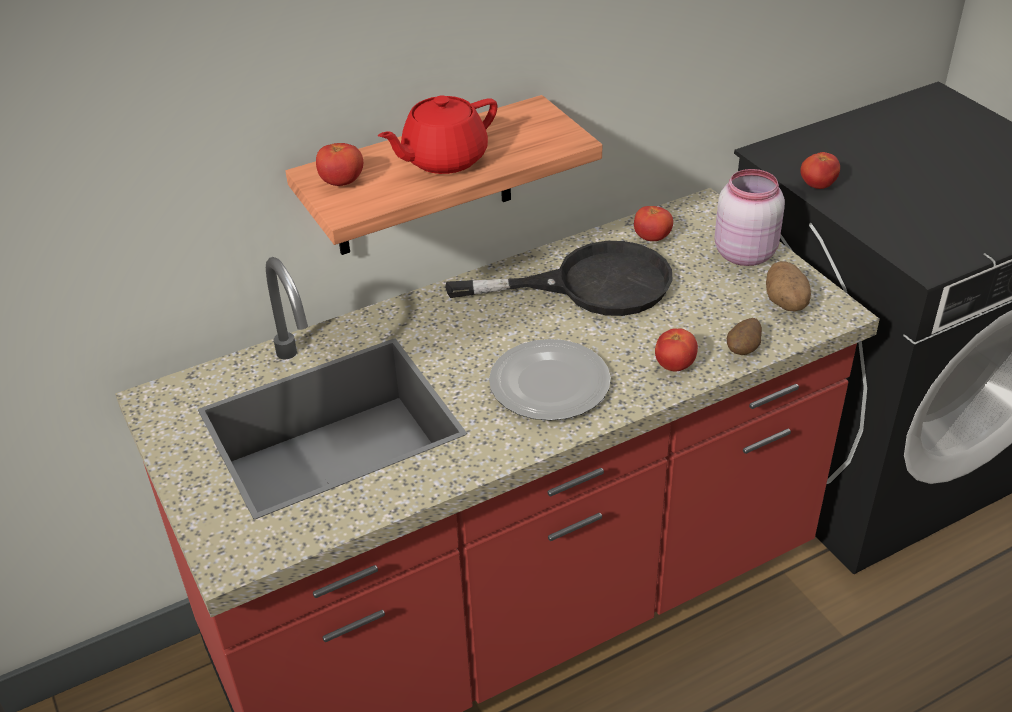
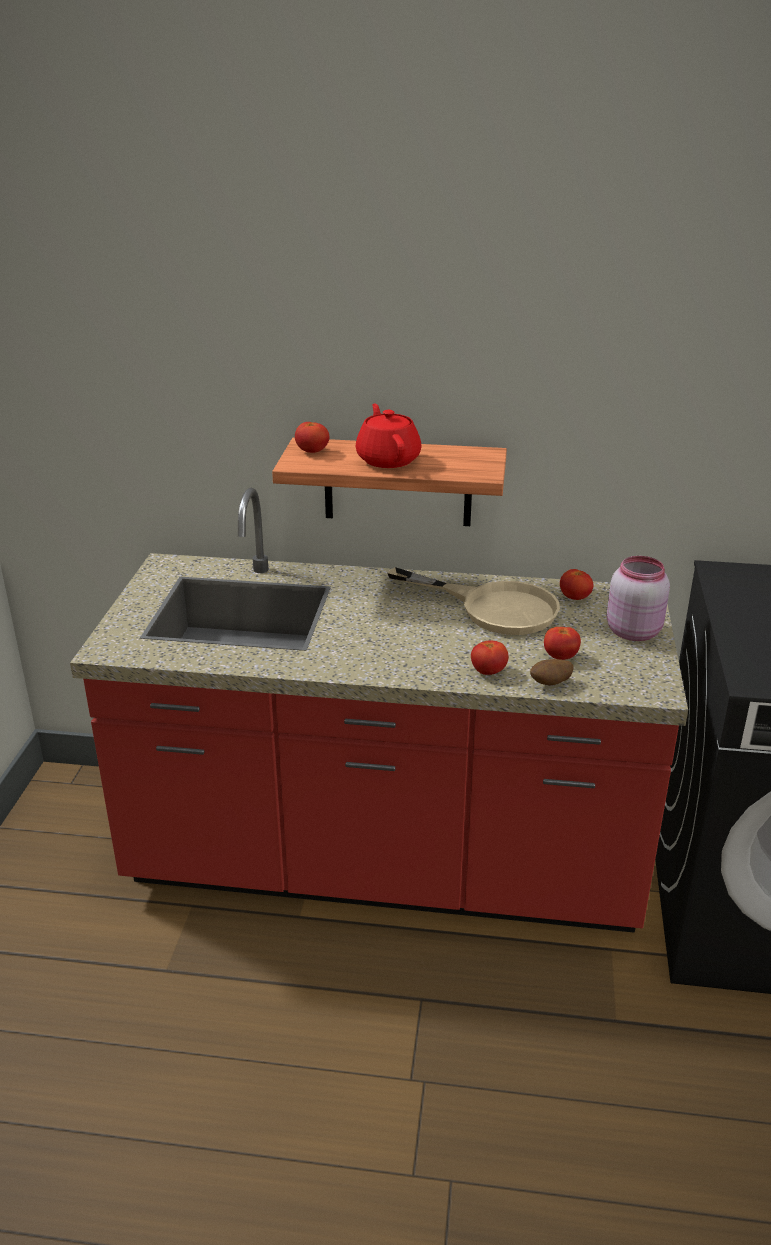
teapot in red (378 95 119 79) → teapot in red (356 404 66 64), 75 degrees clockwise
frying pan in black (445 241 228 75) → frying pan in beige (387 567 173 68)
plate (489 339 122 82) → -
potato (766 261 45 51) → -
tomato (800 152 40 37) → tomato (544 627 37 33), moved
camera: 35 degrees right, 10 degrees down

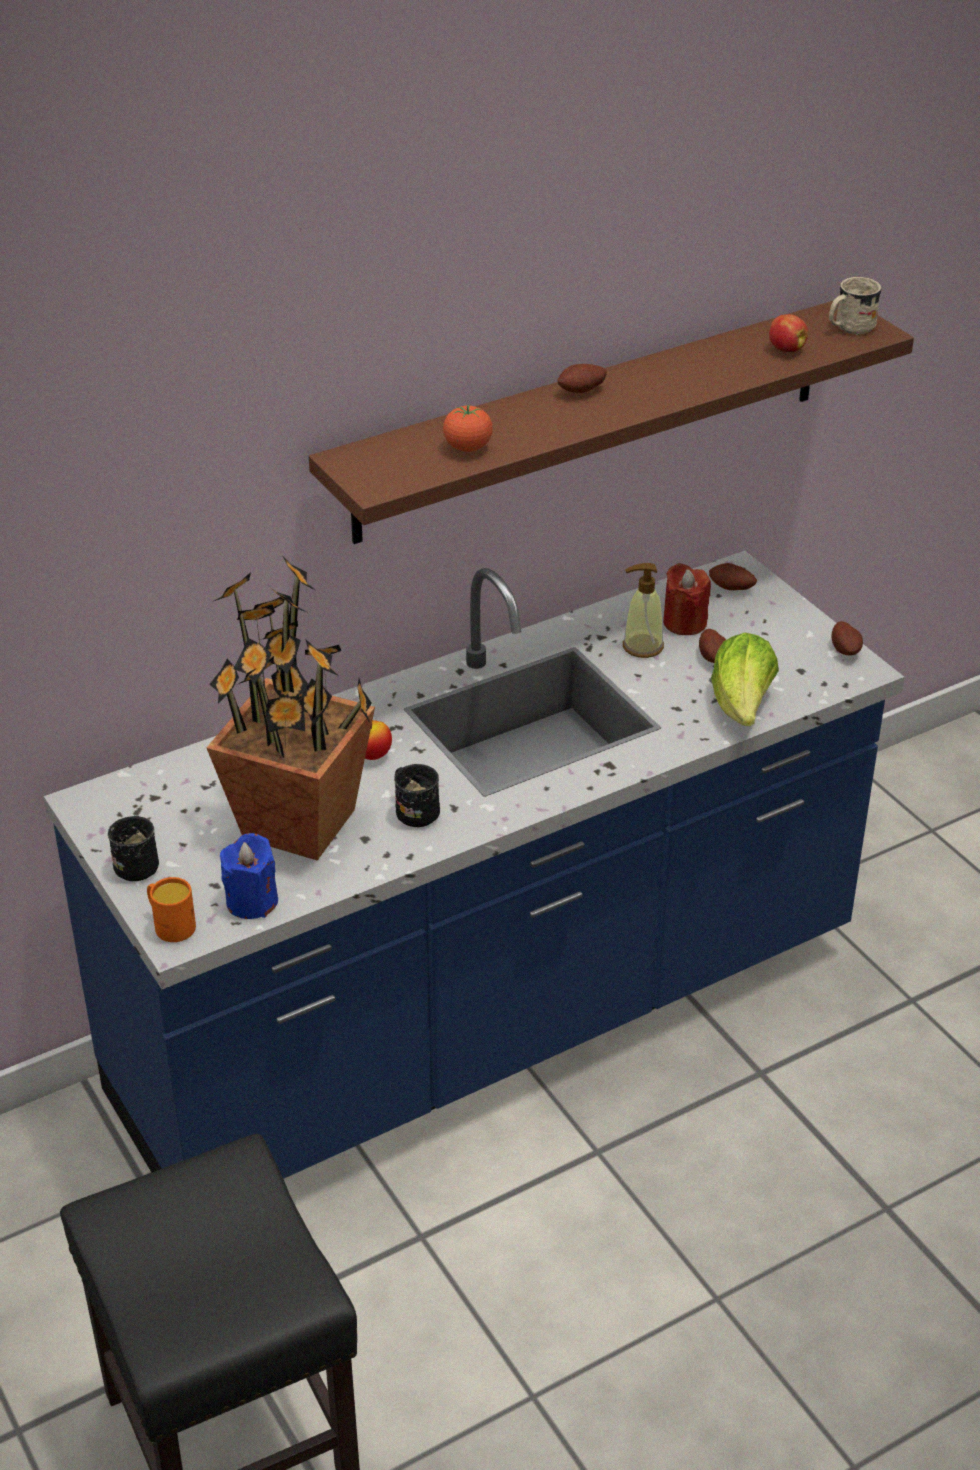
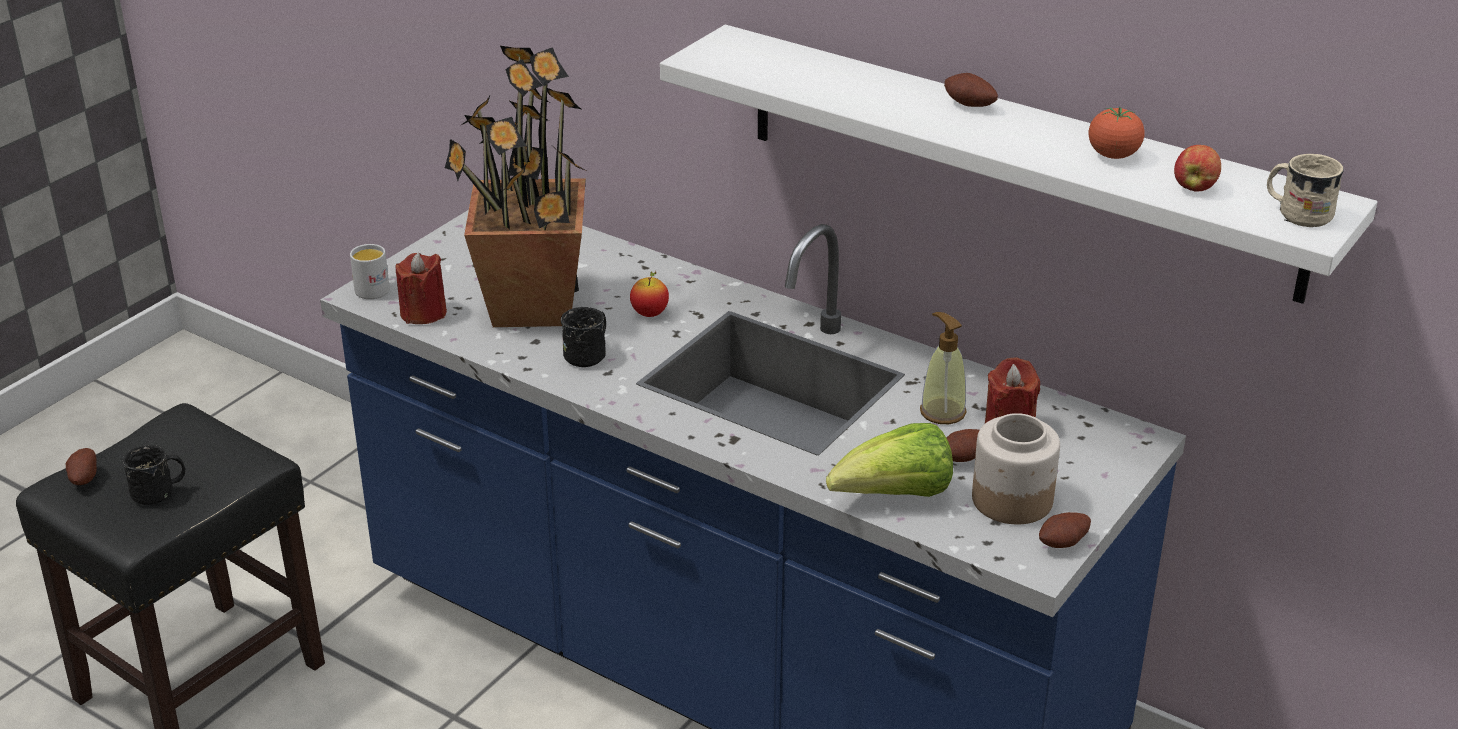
mug in black (108 816 51 65) → mug in black (123 445 62 60), moved
mug in orange (147 877 49 65) → mug in white (350 244 40 55)
candle in blue (220 833 58 86) → candle in red (396 252 51 72)
shelf in brown (309 300 605 244) → shelf in white (660 25 717 279)
tomato (443 404 50 48) → tomato (1089 107 56 52), moved
potato (709 563 48 27) → potato (66 448 31 37), moved
- → jar (972 413 88 111)
camera: 65 degrees right, 5 degrees down

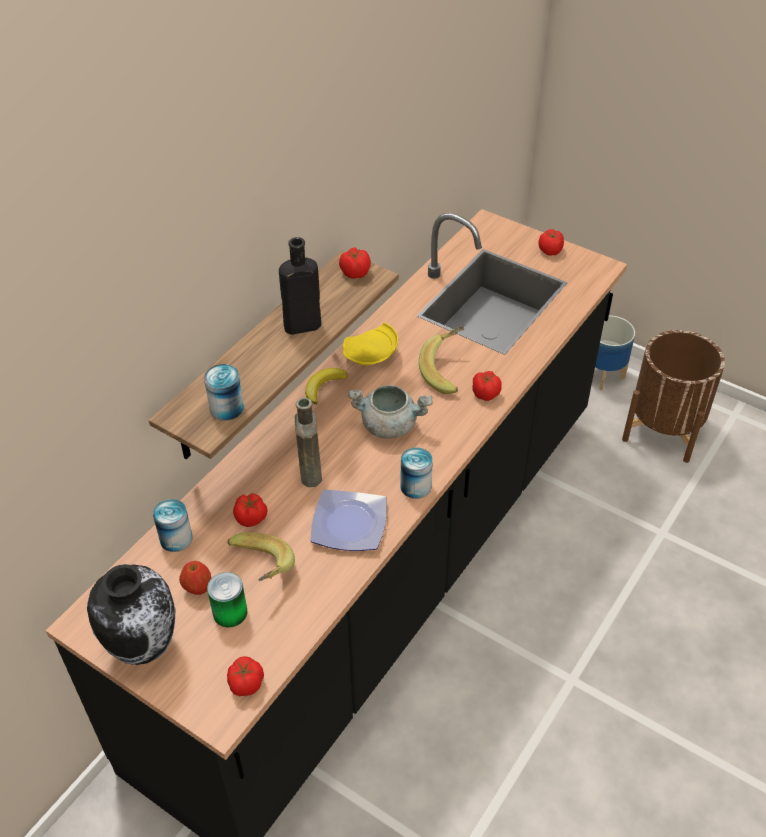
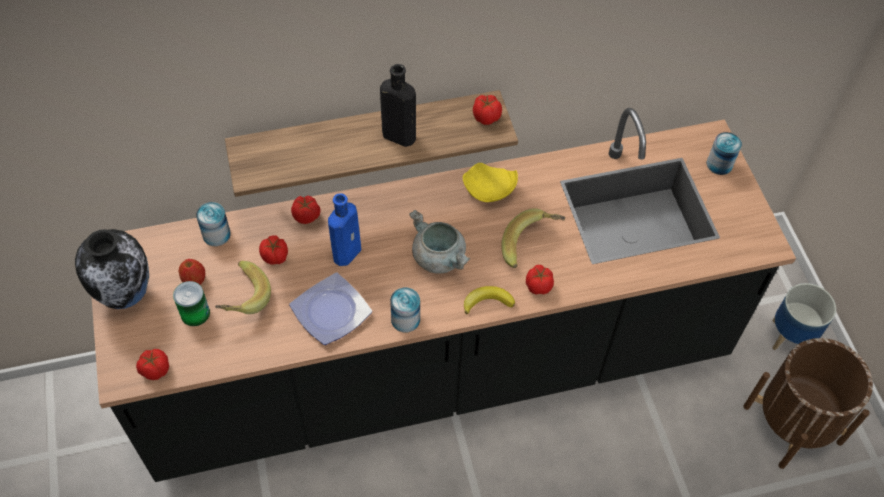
can (204 364 40 57) → can (707 132 35 43), moved
bottle in brown (295 398 27 89) → bottle in blue (328 193 33 73)
banana (305 368 42 37) → banana (464 286 51 29), moved
tomato (538 229 26 27) → tomato (291 195 30 29), moved
camera: 40 degrees right, 10 degrees up

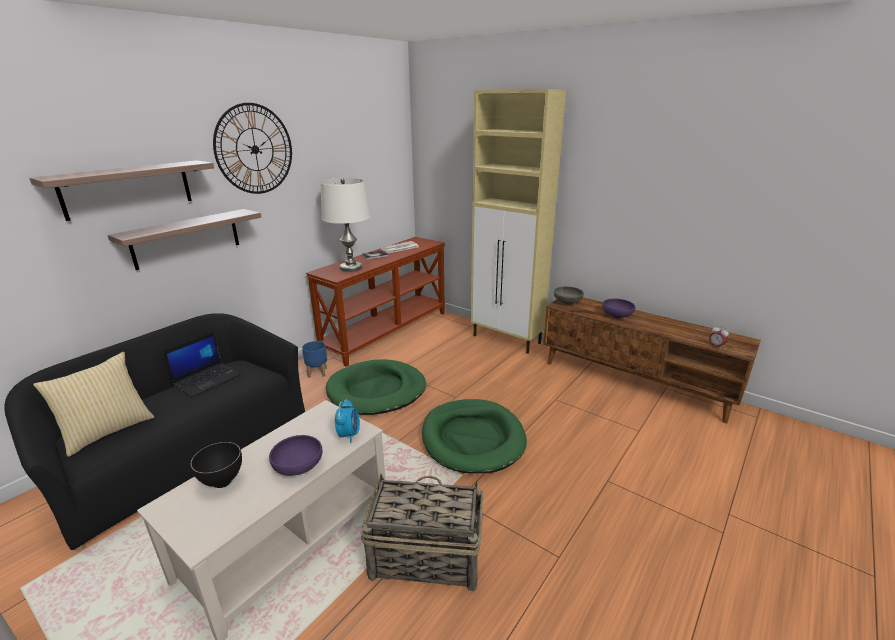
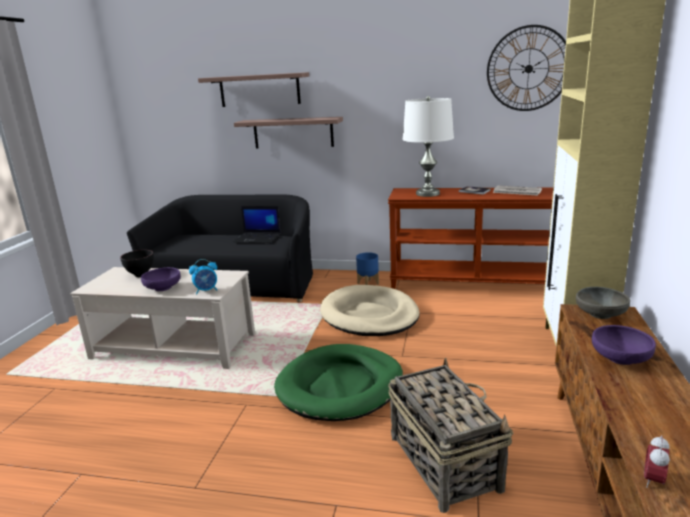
pillow (33 352 121 105) → -
wall clock (213 103 79 91) → wall clock (487 25 79 86), moved
dog bed in green (326 359 100 56) → dog bed in beige (320 285 100 51)
basket (361 474 122 117) → basket (388 358 126 155), moved
camera: 65 degrees right, 5 degrees down

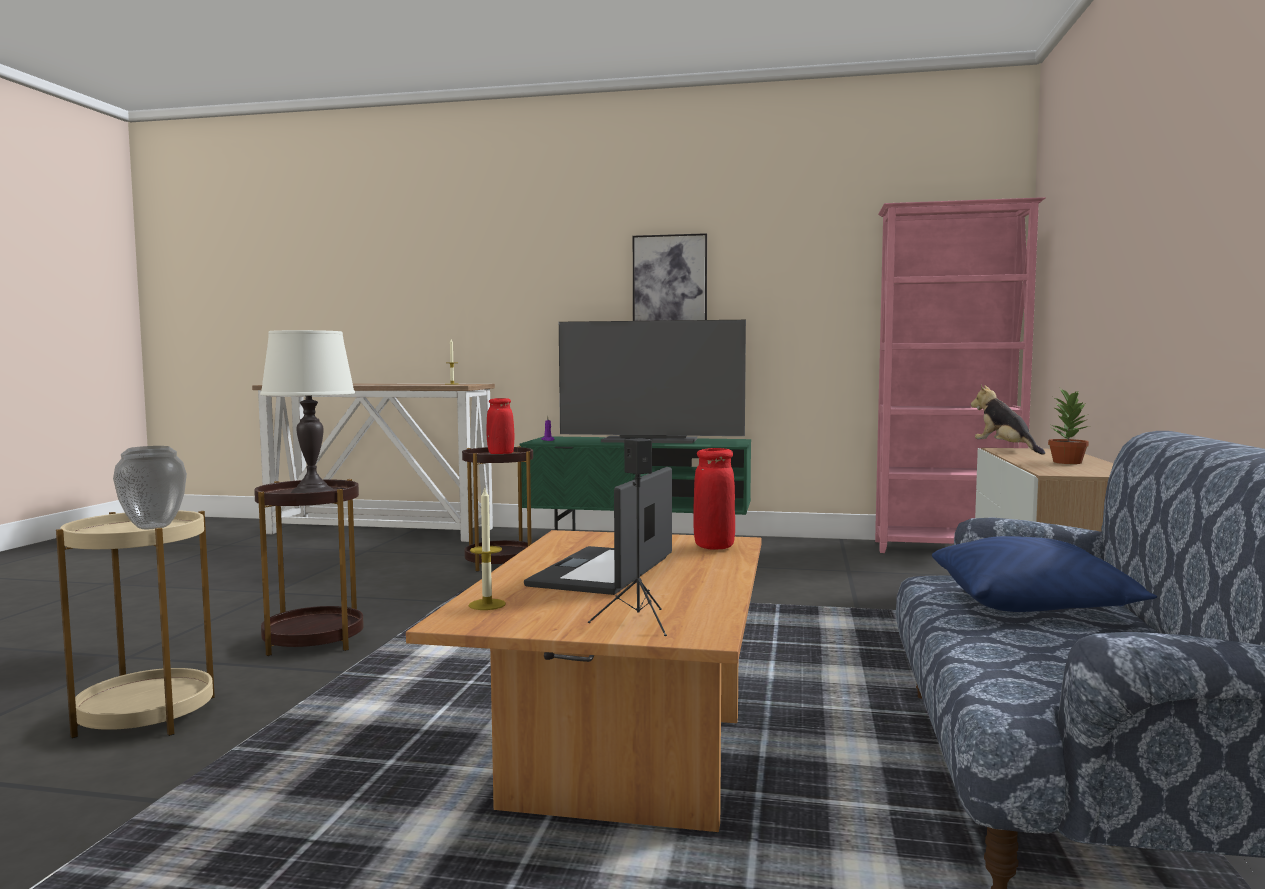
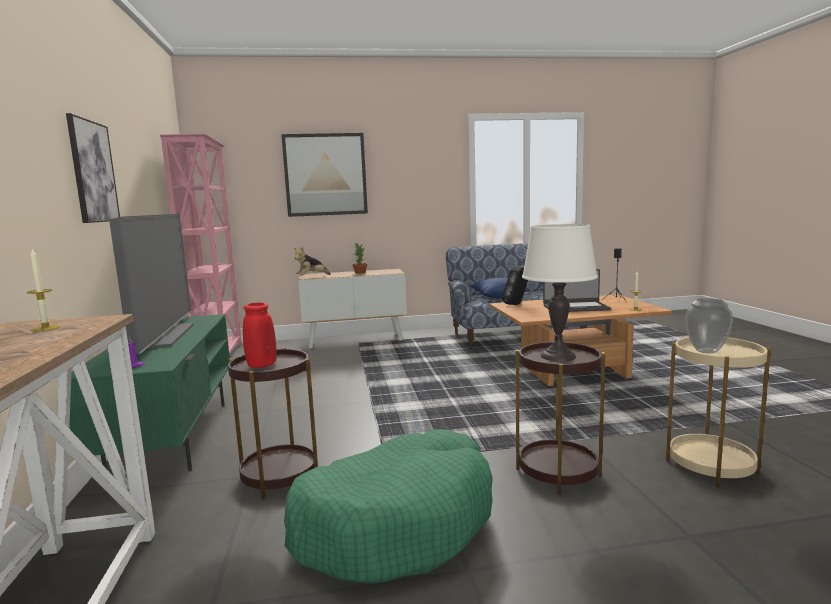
vase in red (693 448 42 102) → speaker in black (502 266 26 39)
- → picture (281 133 87 84)
- → dog bed in green (284 429 209 155)
camera: 110 degrees left, 5 degrees up

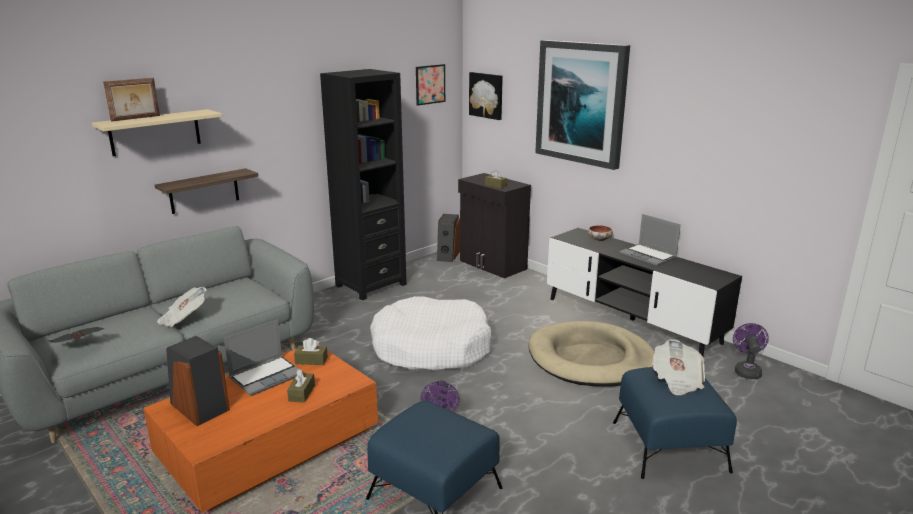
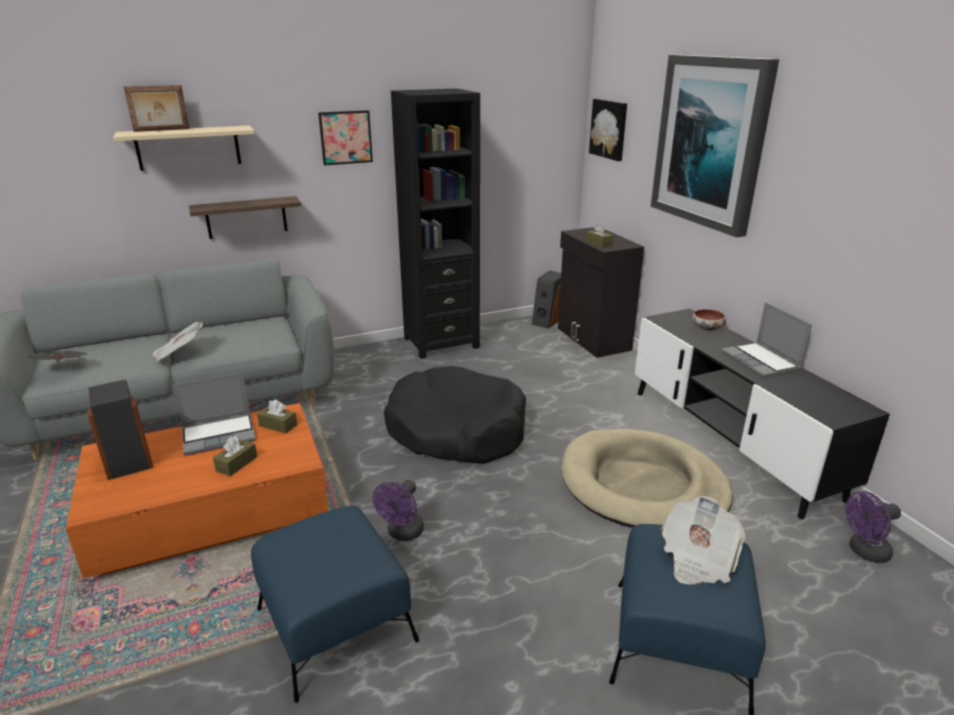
dog bed in white (370 296 122 74) → dog bed in black (384 366 142 98)
picture (416 64 29 42) → picture (318 110 55 56), moved
fan in purple (733 323 36 56) → fan in purple (845 491 56 72), 135 degrees counterclockwise
camera: 20 degrees right, 5 degrees up

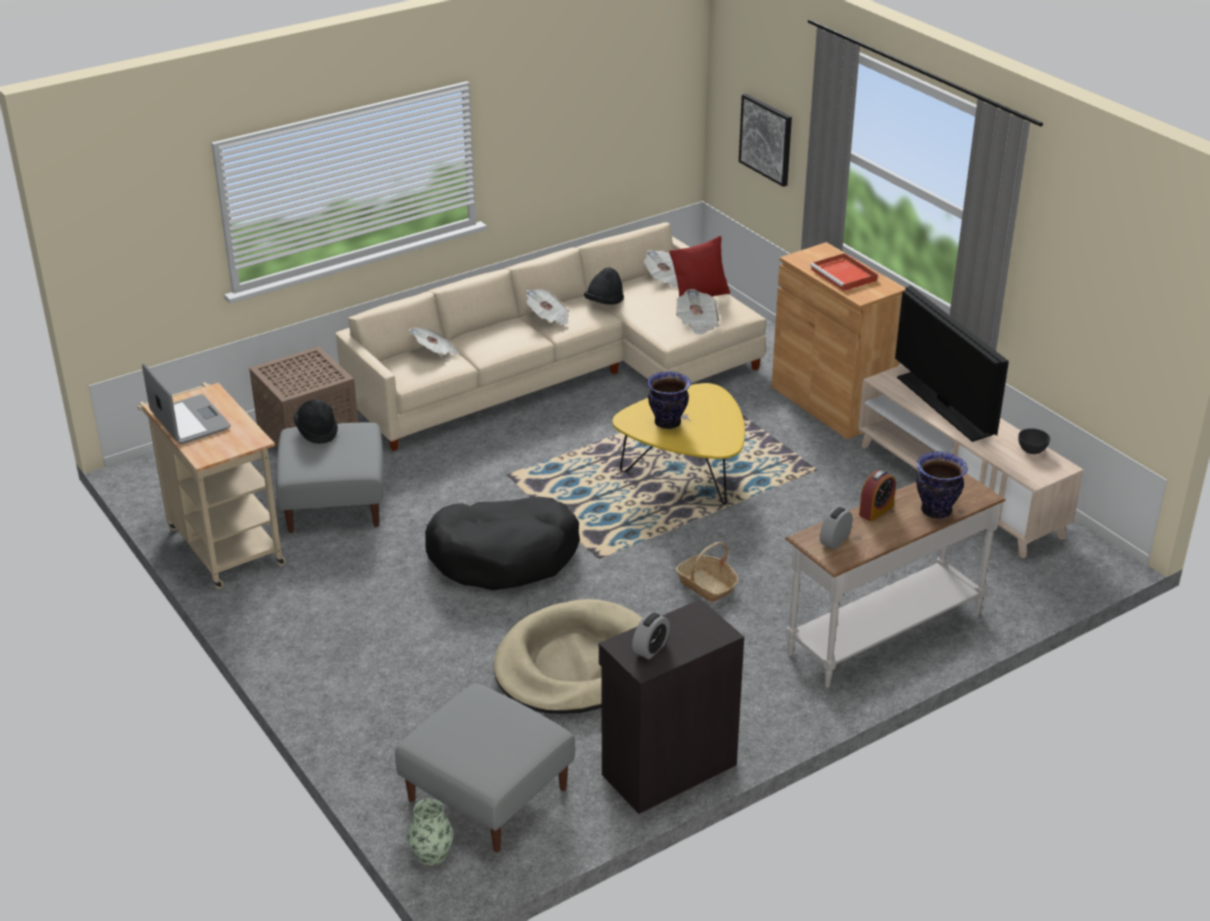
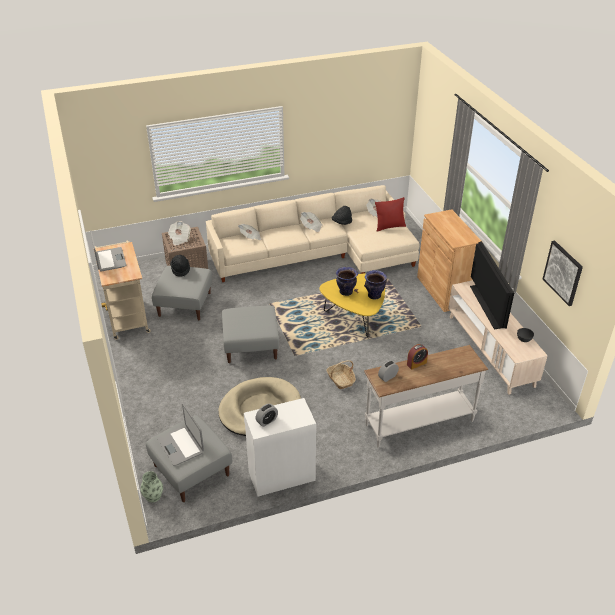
dog bed in black (425 496 155 94) → ottoman in grey (222 306 57 57)
cabinet in black (599 599 145 215) → cabinet in white (244 398 72 99)
newspaper (676 289 44 46) → newspaper (168 221 23 24), moved
picture (739 94 53 93) → picture (543 240 40 66), moved
tray in red (810 253 68 38) → -
vase (916 452 52 67) → vase (364 270 23 30), moved
- → laptop (157 404 47 62)
camera: 15 degrees right, 5 degrees up

